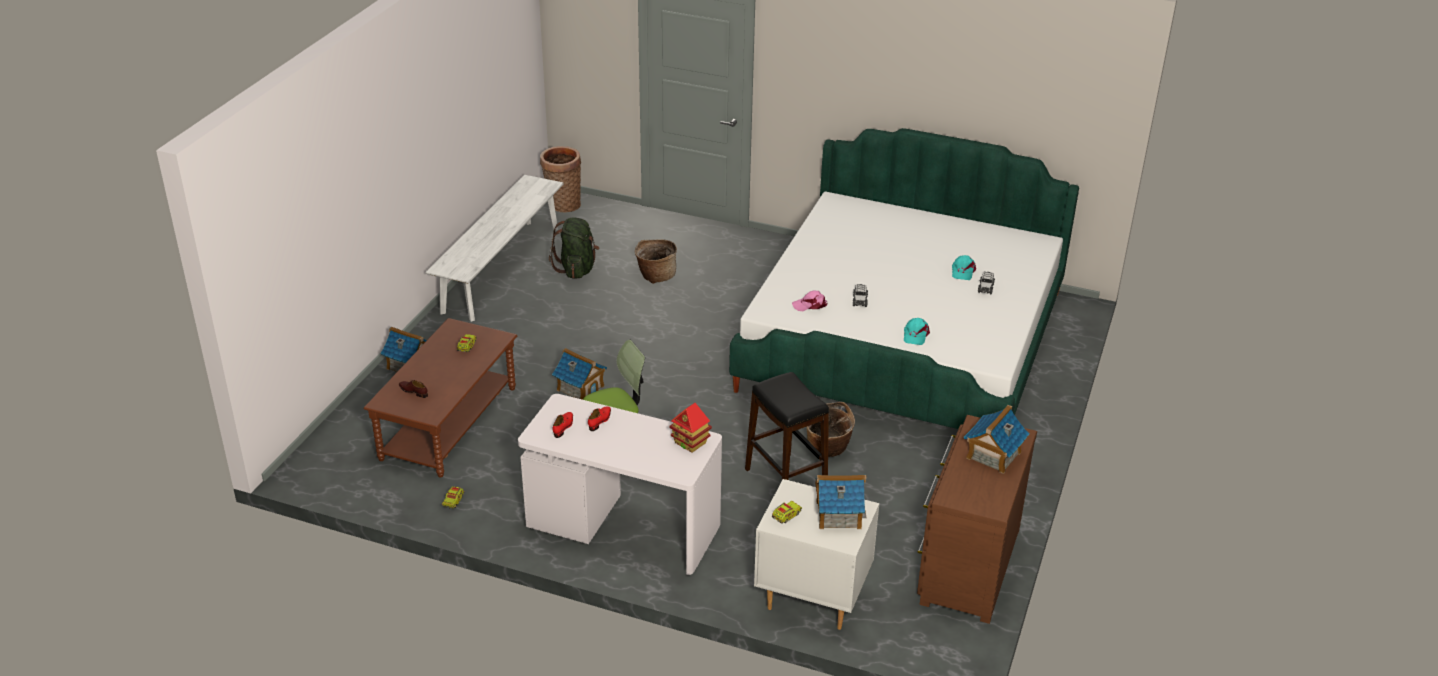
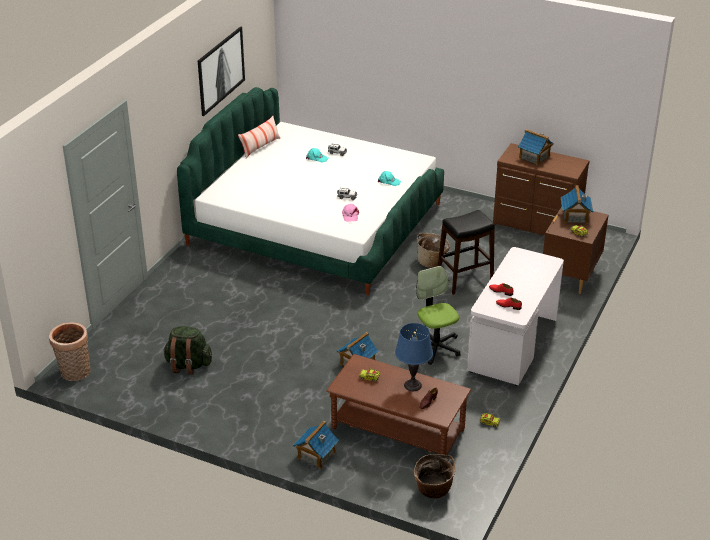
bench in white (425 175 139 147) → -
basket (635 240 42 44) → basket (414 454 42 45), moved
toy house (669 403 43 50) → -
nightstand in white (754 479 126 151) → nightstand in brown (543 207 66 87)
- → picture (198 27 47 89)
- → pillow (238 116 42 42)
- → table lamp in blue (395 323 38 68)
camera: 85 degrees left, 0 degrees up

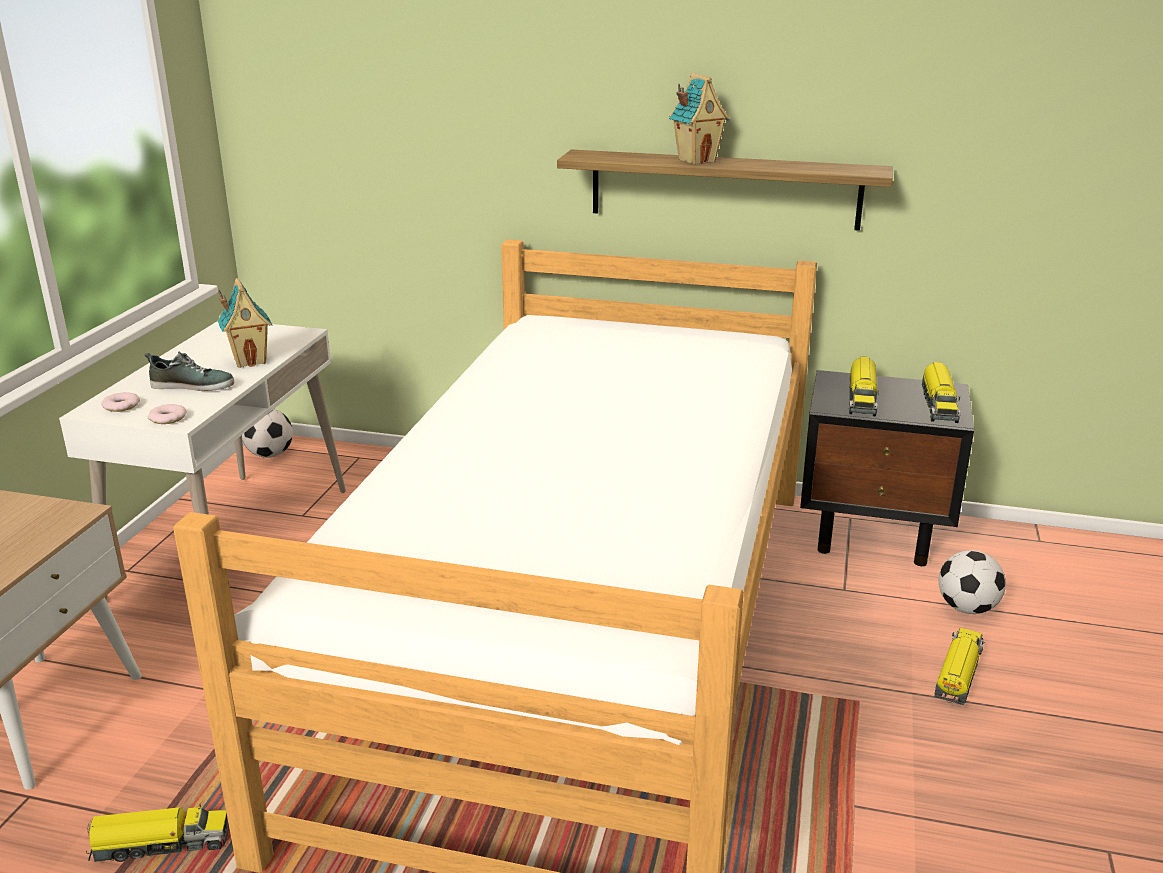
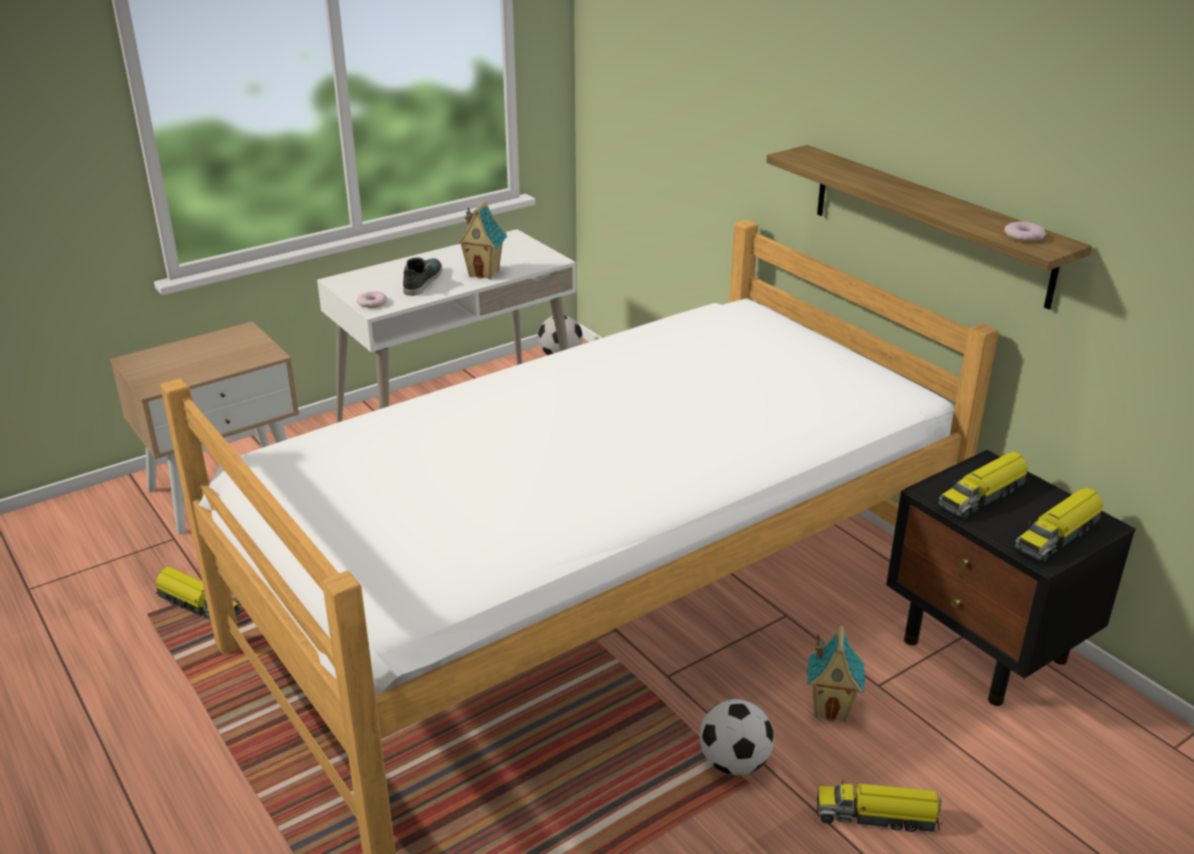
donut (101 392 39 20) → donut (1004 222 42 20), moved
shoe (145 352 89 39) → shoe (403 257 39 39), 120 degrees counterclockwise
toy house (669 73 60 92) → toy house (807 626 58 96), moved
toy truck (934 628 50 77) → toy truck (817 780 125 52), 150 degrees counterclockwise
football (939 550 67 64) → football (700 699 74 76), moved
camera: 40 degrees right, 5 degrees up

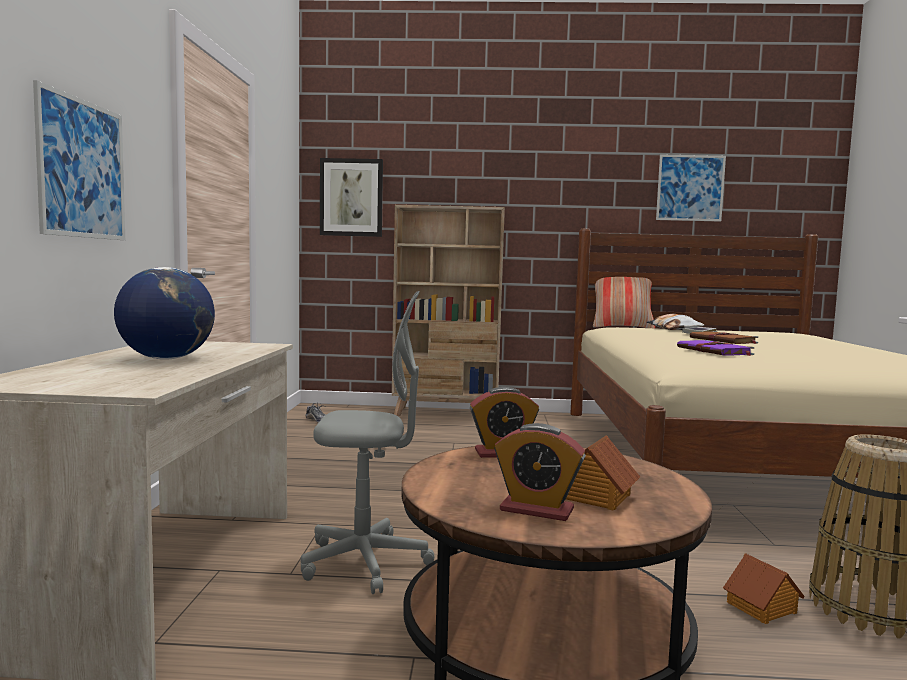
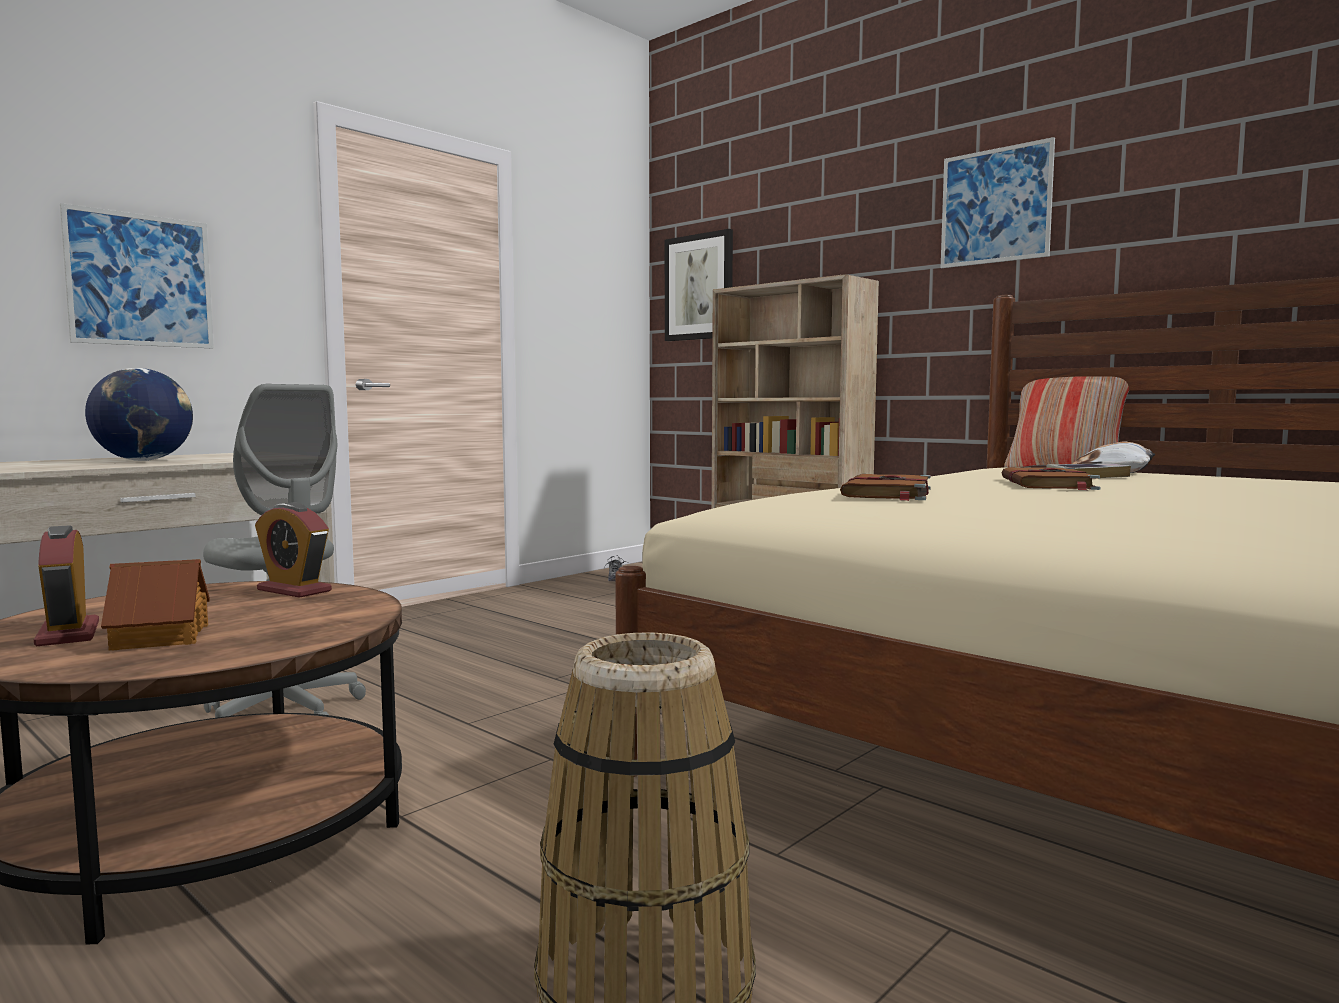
picture (656 154 70 68) → picture (941 137 114 131), moved
book in purple (677 340 77 16) → book in brown (840 474 91 27)
toy house (723 553 82 71) → -
camera: 40 degrees right, 0 degrees up

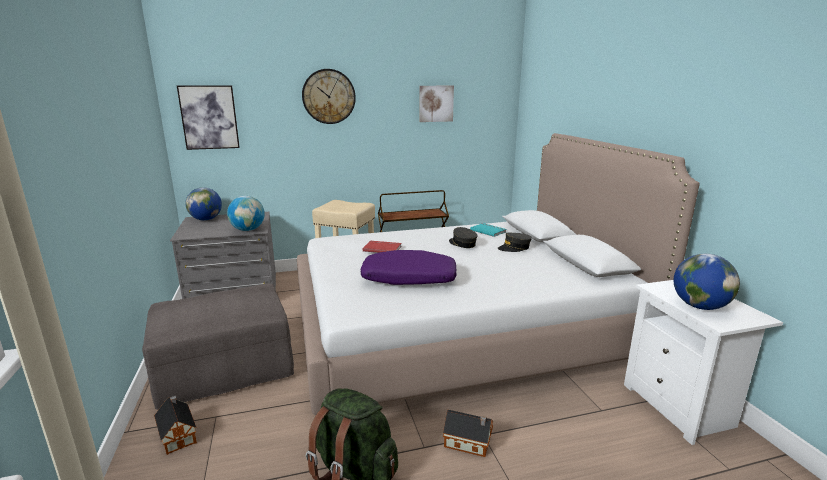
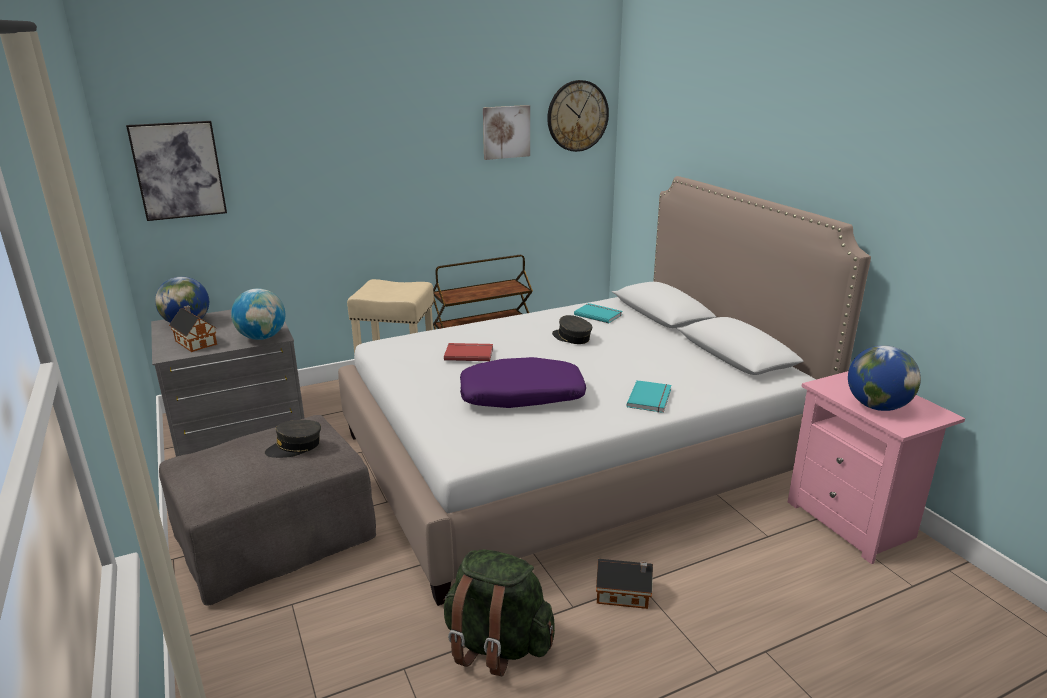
toy house (154 396 43 59) → toy house (169 305 48 47), moved
wall clock (302 69 54 55) → wall clock (547 80 62 72), moved
cap in grey (498 233 34 19) → cap in grey (265 420 56 38), moved
nightstand in white (624 280 159 165) → nightstand in pink (788 371 177 193)
- → book in turquoise (627 380 44 33)
camera: 10 degrees left, 5 degrees up

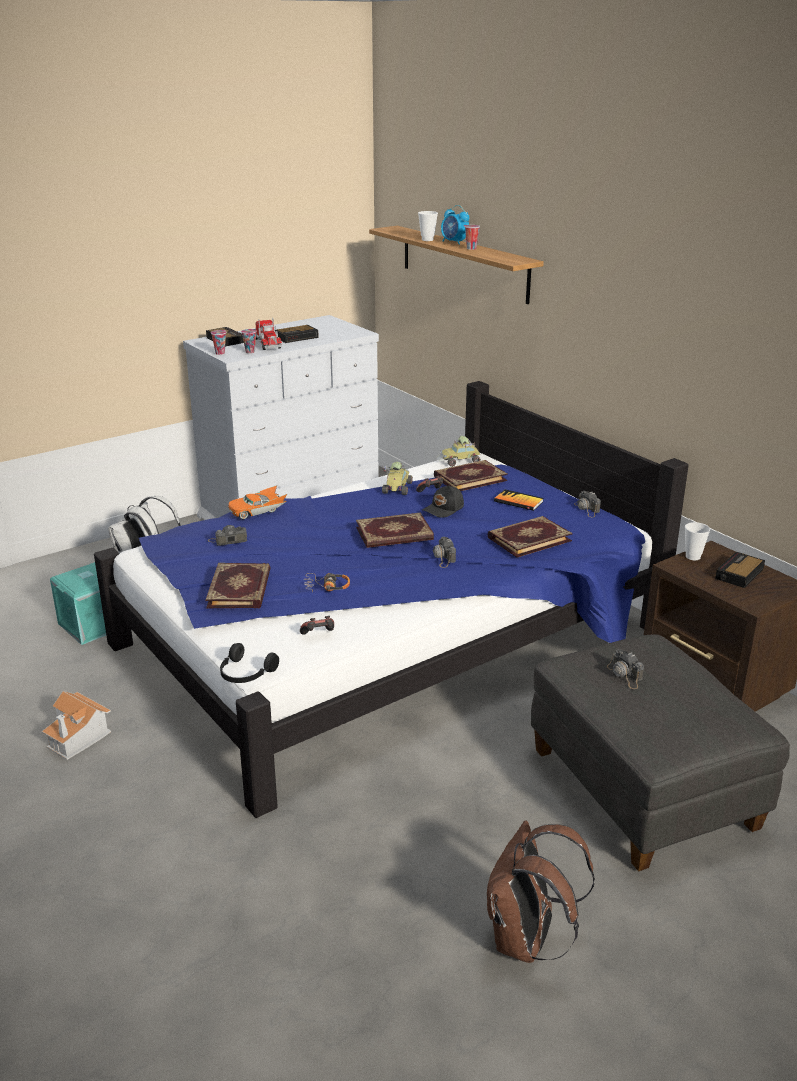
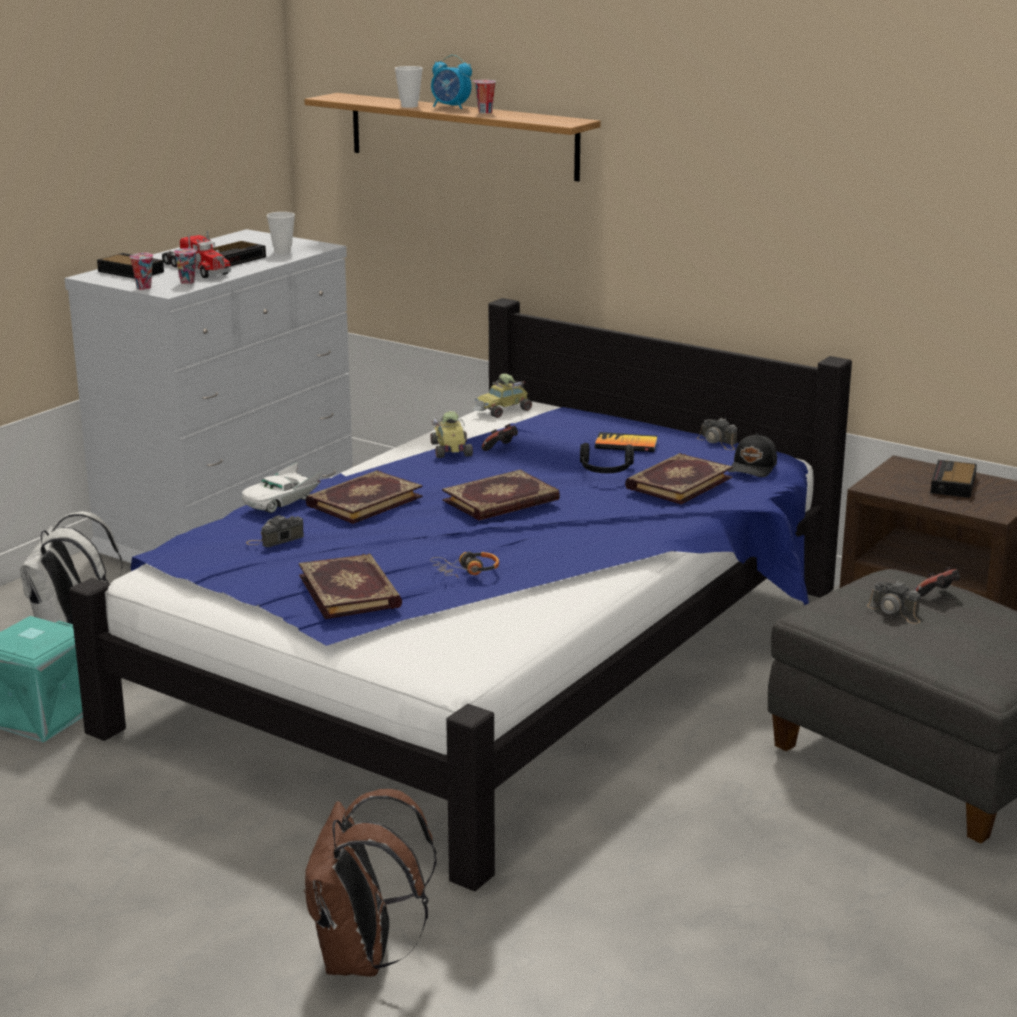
toy house (42 691 69 69) → -
headphones in black (220 643 59 40) → headphones in black (580 443 54 30), moved
toy car in orange (228 485 59 34) → toy car in white (242 462 82 51)
game controller (300 616 34 19) → game controller (915 566 45 31), moved
cap in black (423 485 41 33) → cap in black (728 434 49 43), moved
photo camera (433 537 23 31) → -
book (434 460 74 31) → book (306 470 117 54), moved
backpack in brown (487 820 108 143) → backpack in brown (304 789 133 188), moved
cup (685 522 25 38) → cup (267 212 28 42), moved
camera: 20 degrees left, 5 degrees down

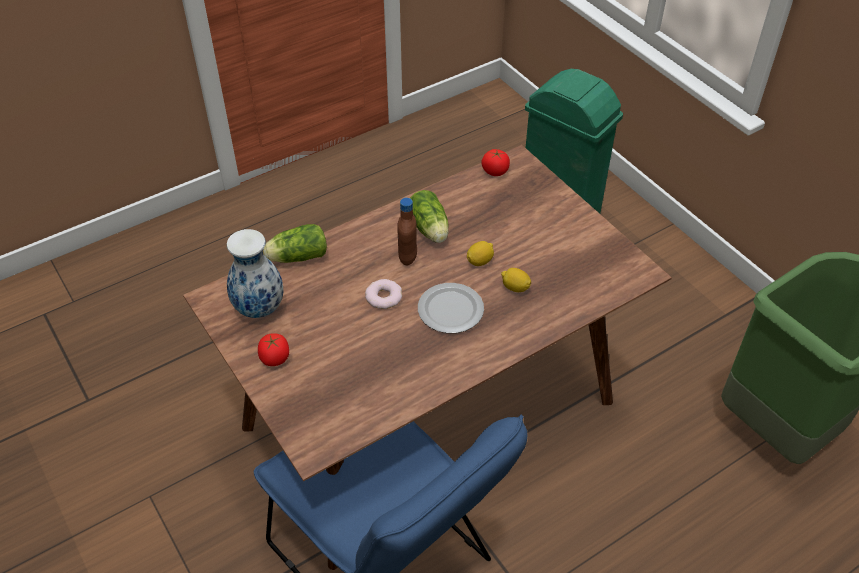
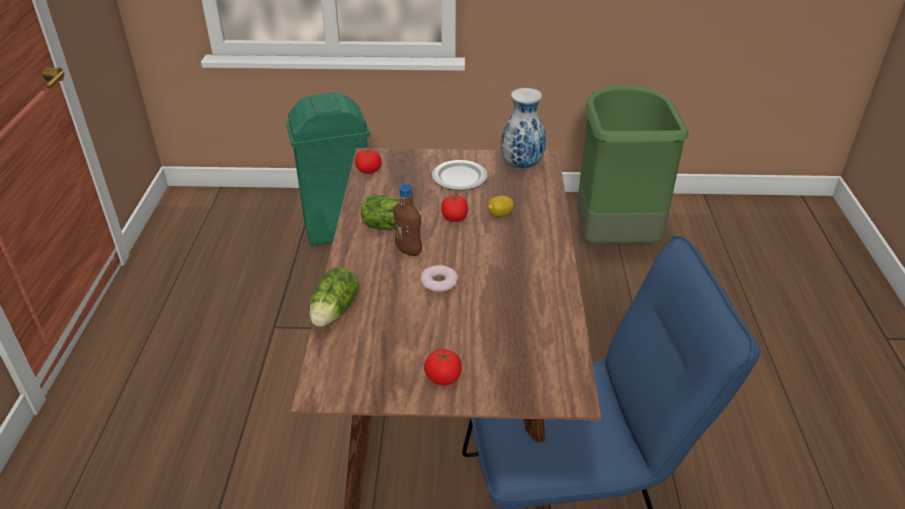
vase (227 229 57 89) → vase (501 88 45 81), moved
plate (418 283 66 50) → plate (432 160 56 30), moved
lemon (467 241 27 25) → tomato (441 195 27 27)
camera: 55 degrees left, 10 degrees down

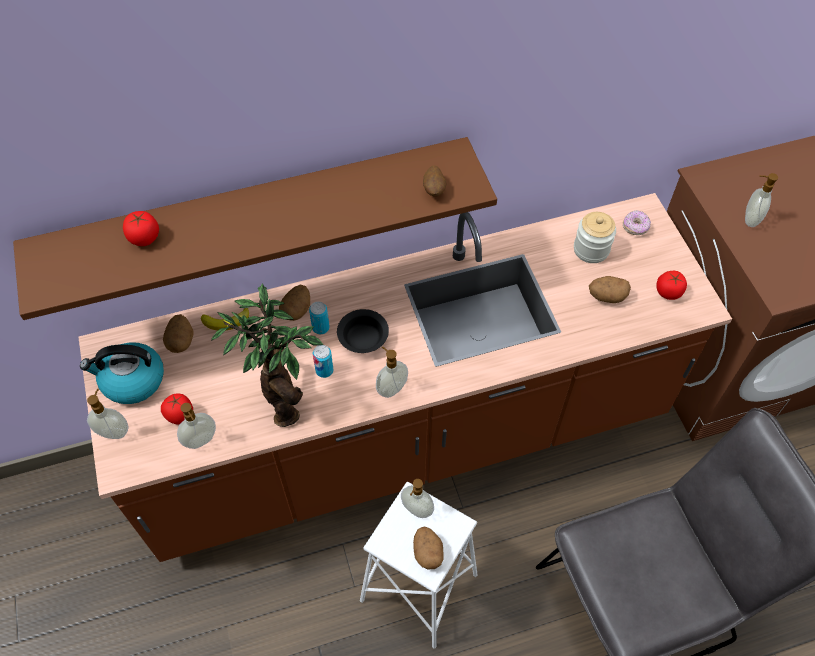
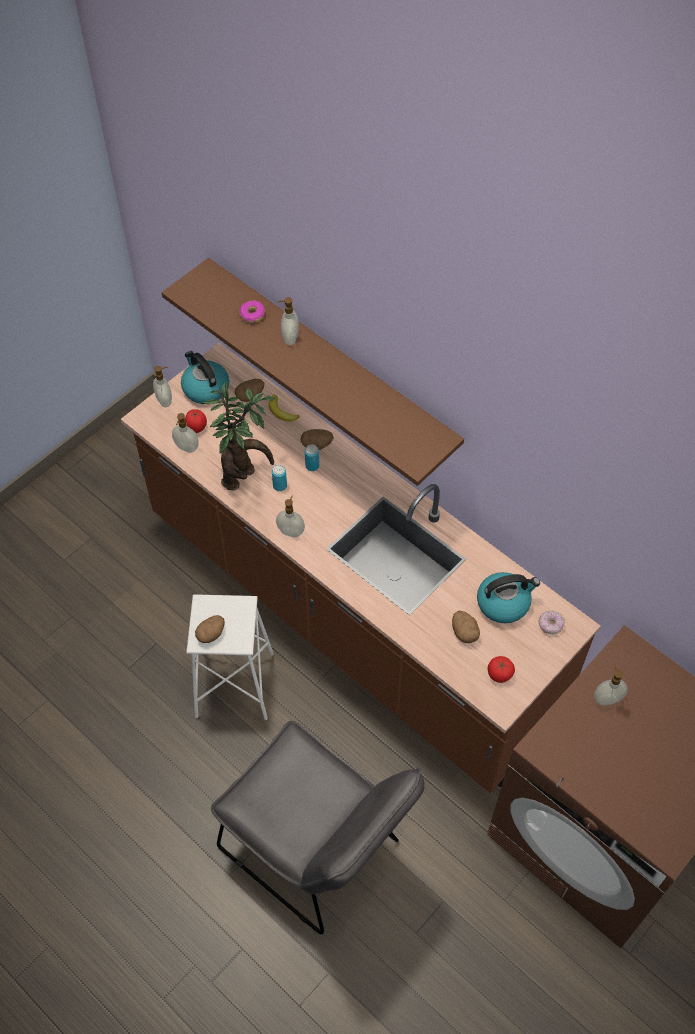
tomato (123 211 36 35) → donut (239 301 26 22)
bowl in black (337 309 52 44) → -
soap dispenser (401 479 33 39) → soap dispenser (278 297 21 48), moved
potato (423 166 23 31) → -
jar (574 212 42 51) → kettle (477 572 63 51)
camera: 60 degrees right, 0 degrees up

